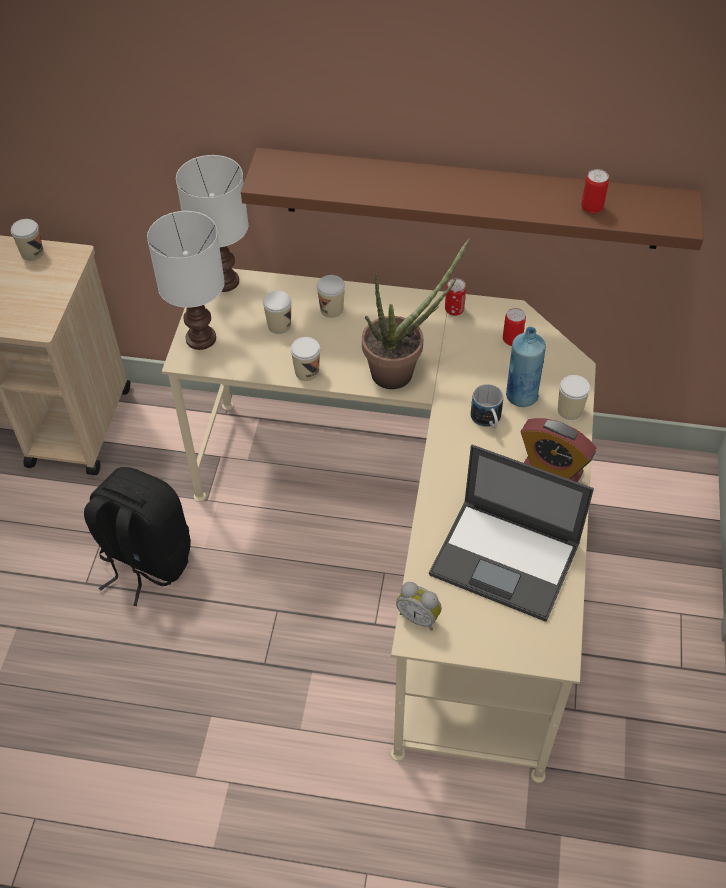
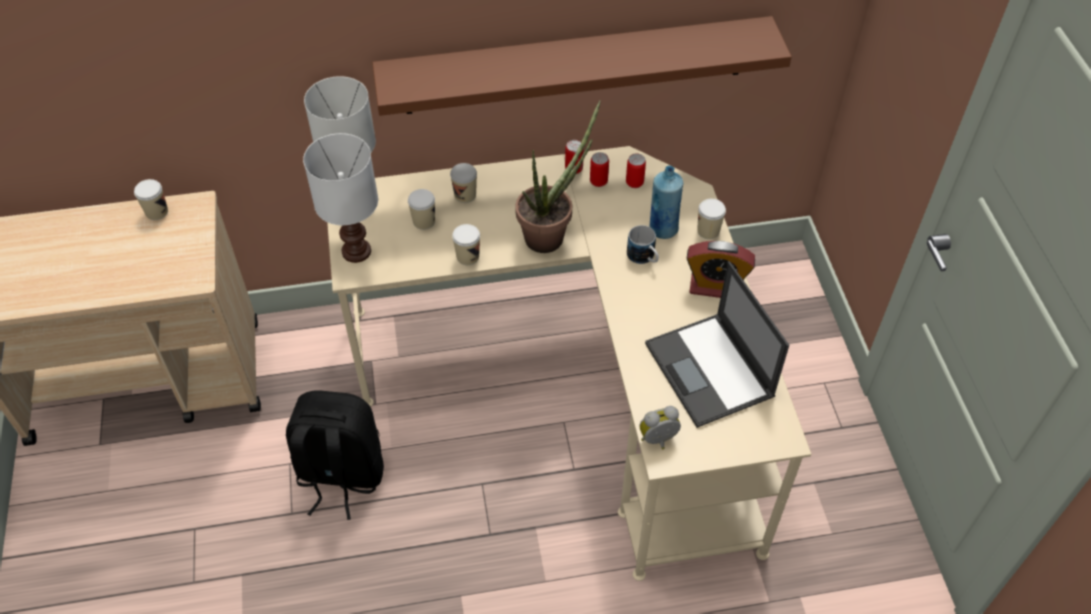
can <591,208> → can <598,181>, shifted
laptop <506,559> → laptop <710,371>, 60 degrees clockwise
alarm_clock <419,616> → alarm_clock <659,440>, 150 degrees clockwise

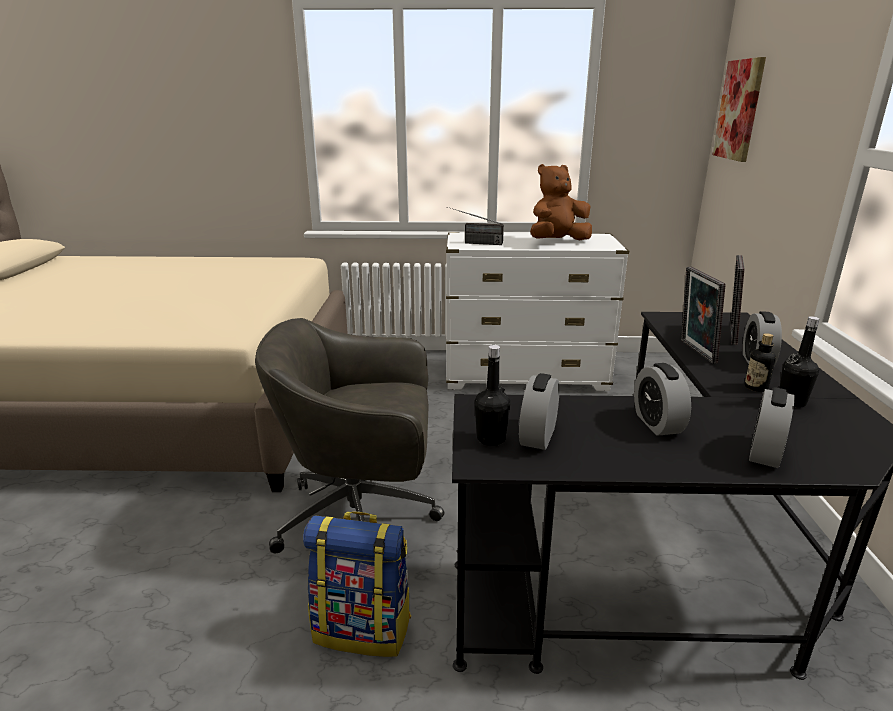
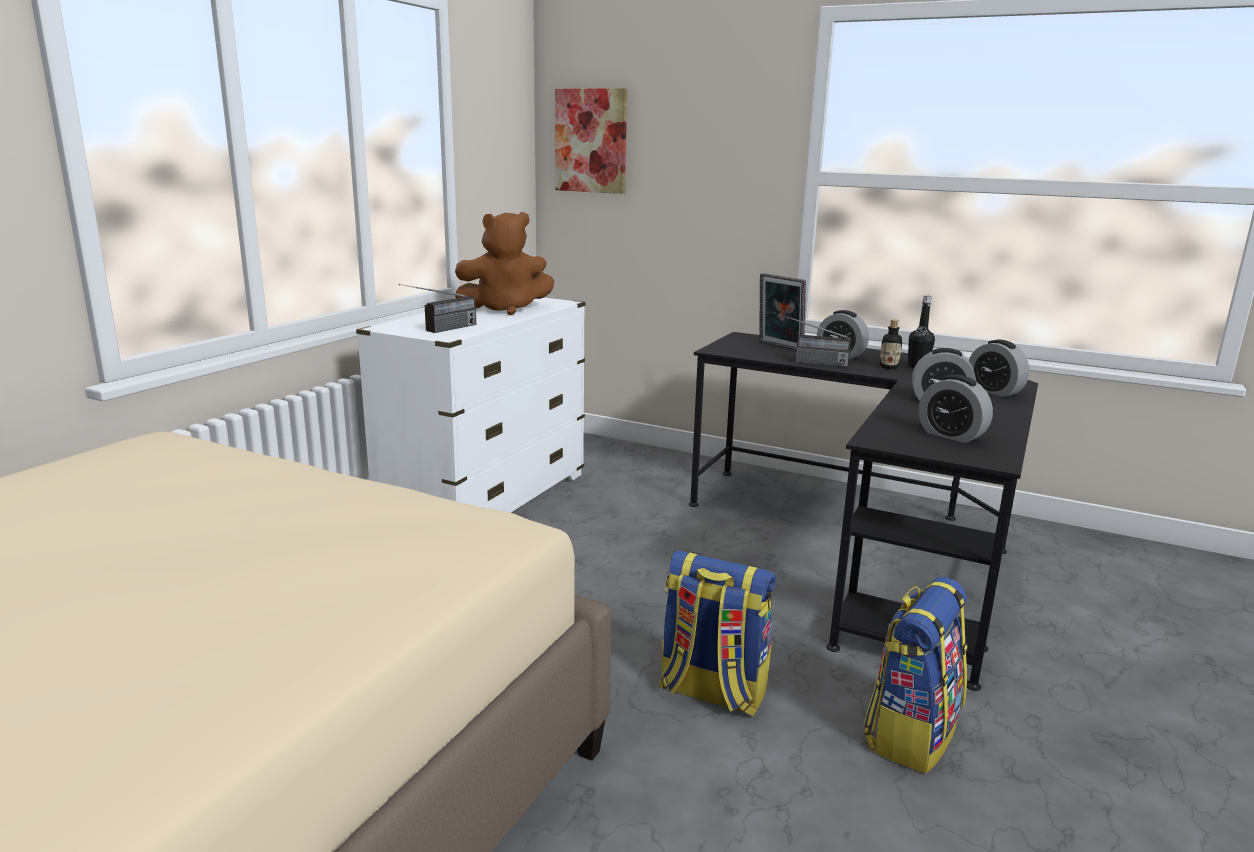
brownish_plush_toy <557,242> → brownish_plush_toy <505,309>, 105 degrees counterclockwise
photo_frame <694,351> → radio <807,362>
greyish_computer_chair <362,518> → knapsack <711,692>
black-coloured_drink_bottle <491,439> → -

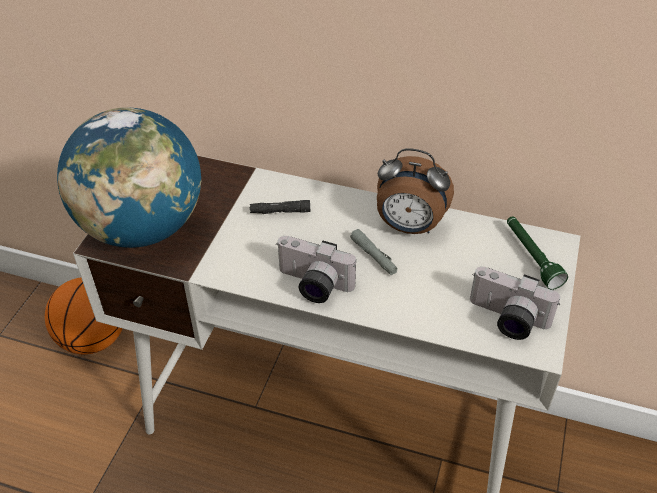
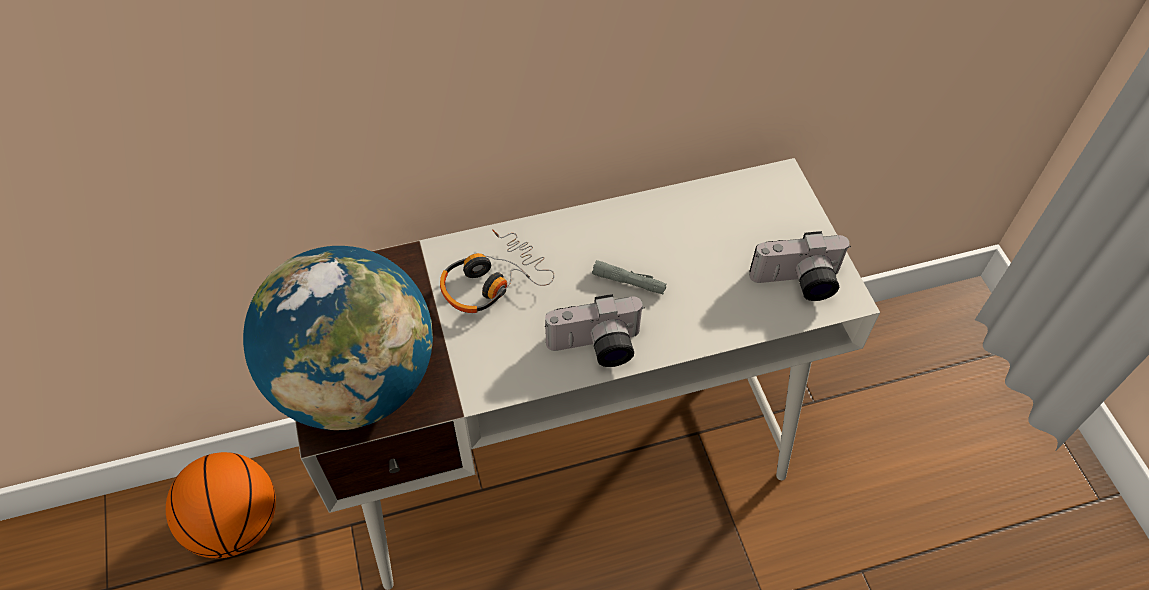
alarm_clock <409,227> → -
black-coloured_hand_torch <280,212> → headset <492,281>
greenish_hand_torch <531,257> → -

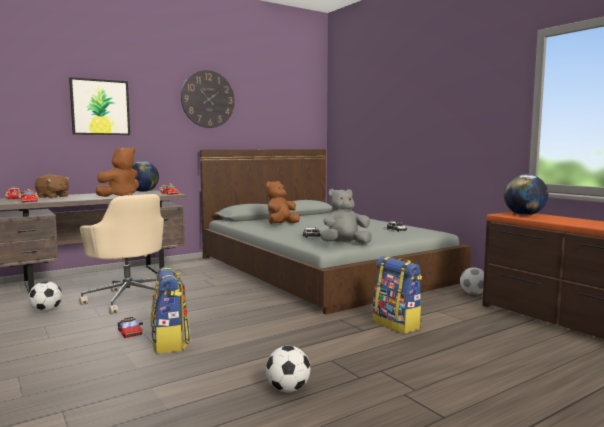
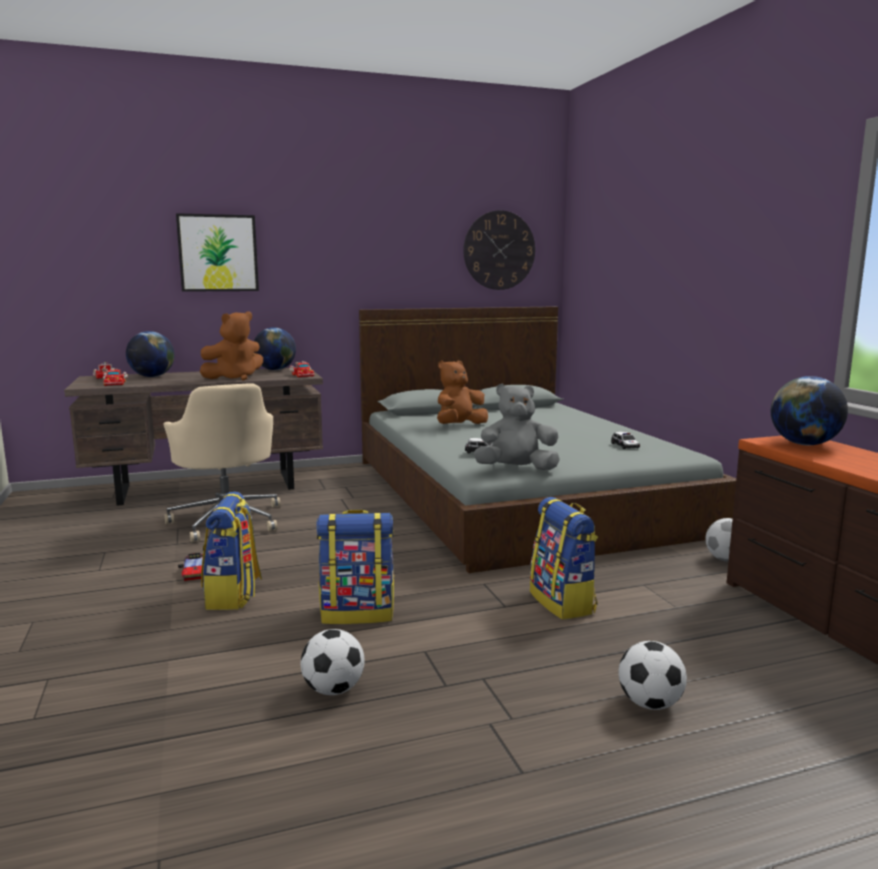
hanging_clock <208,99> → hanging_clock <499,250>, shifted
brownish_plush_toy <53,197> → desk_globe <152,376>
football <46,310> → football <650,703>, shifted
- → knapsack <358,613>

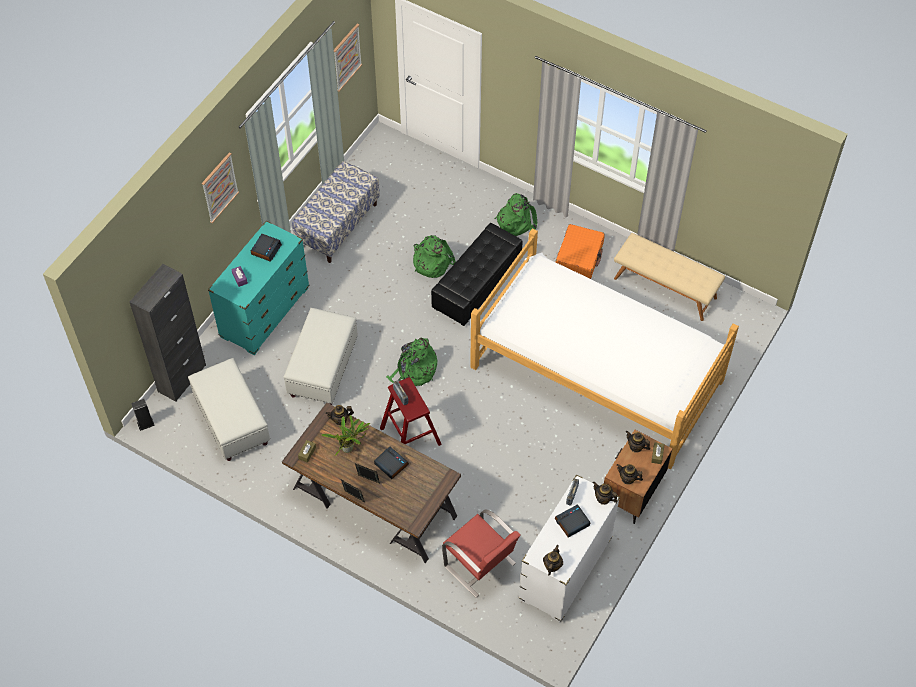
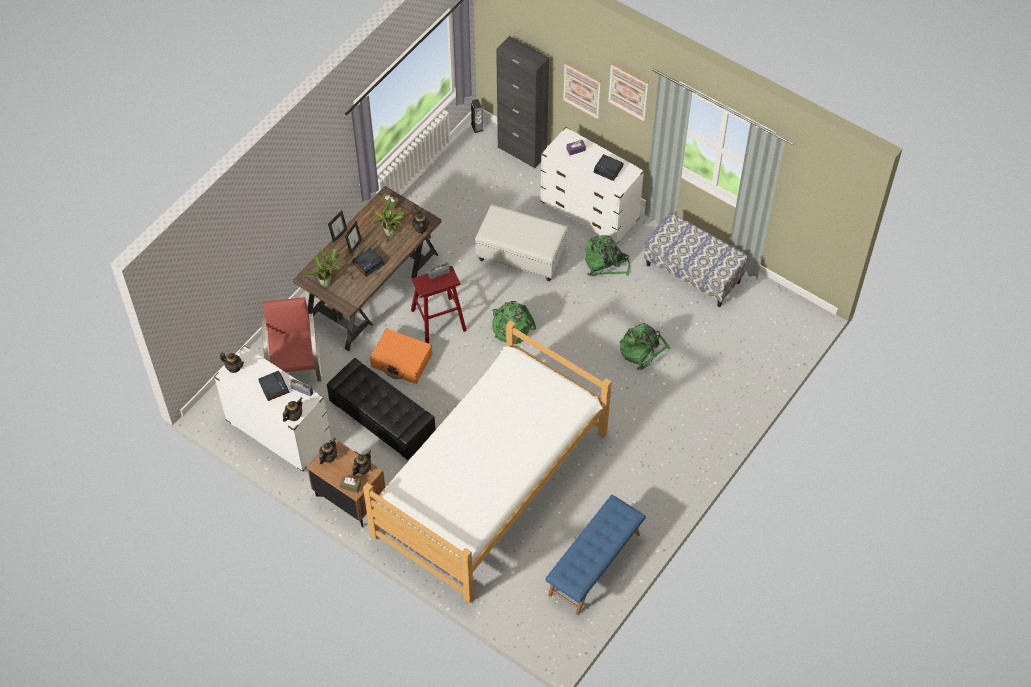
picture <346,57> → picture <582,90>, shifted
greenish_knapsack <516,220> → greenish_knapsack <605,263>, shifted
blue-green_dresser <265,313> → white-coloured_dresser <589,212>
black-coloured_ottoman <476,284> → black-coloured_ottoman <382,418>, shifted
orangey_suitcase <579,256> → orangey_suitcase <402,361>, shifted
sand-coloured_bench <665,287> → bluish_bench <595,565>
white-coloured_ottoman <232,421> → -
red_upright_chair <480,566> → red_upright_chair <295,365>, 120 degrees clockwise
- → houseplant <327,281>

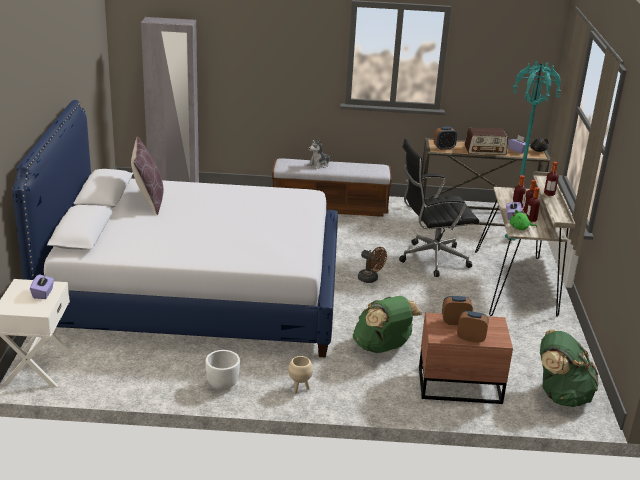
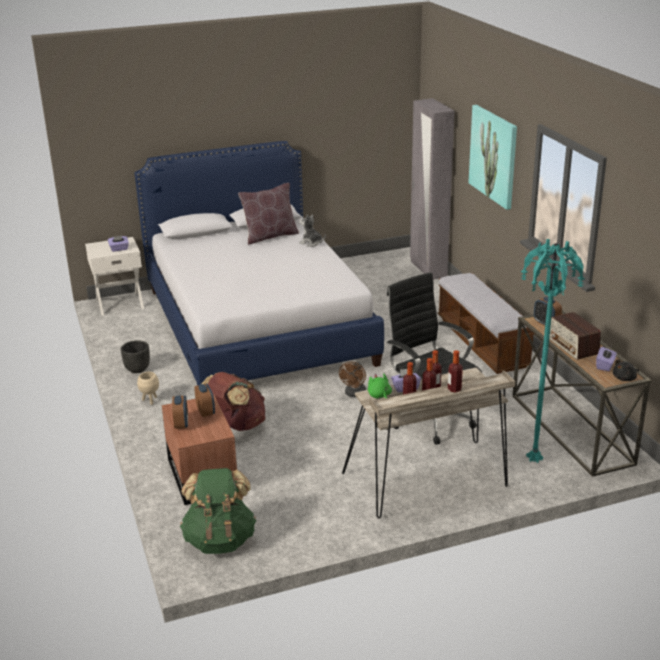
plush_toy <319,165> → plush_toy <311,243>, shifted
greenish_knapsack <382,348> → brownish_knapsack <237,425>
white-coloured_plant_pot <222,384> → black-coloured_plant_pot <137,369>
- → picture <494,156>

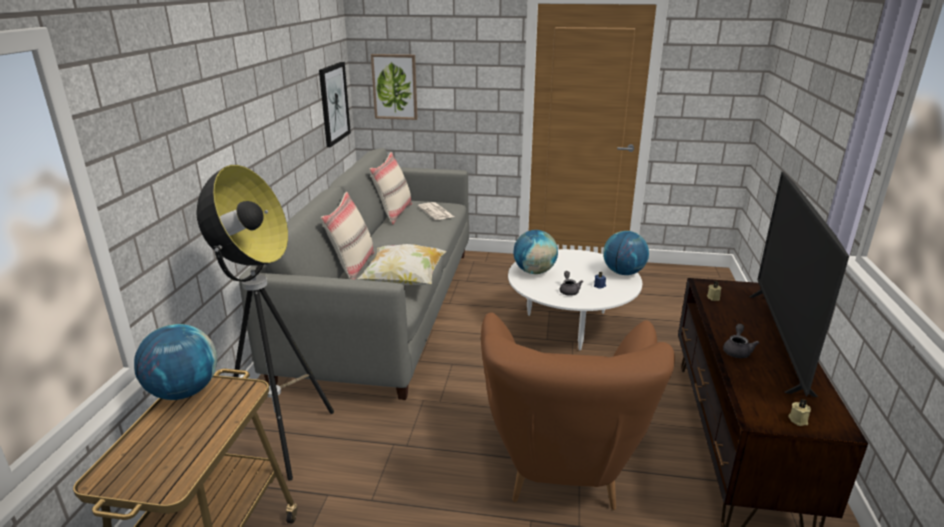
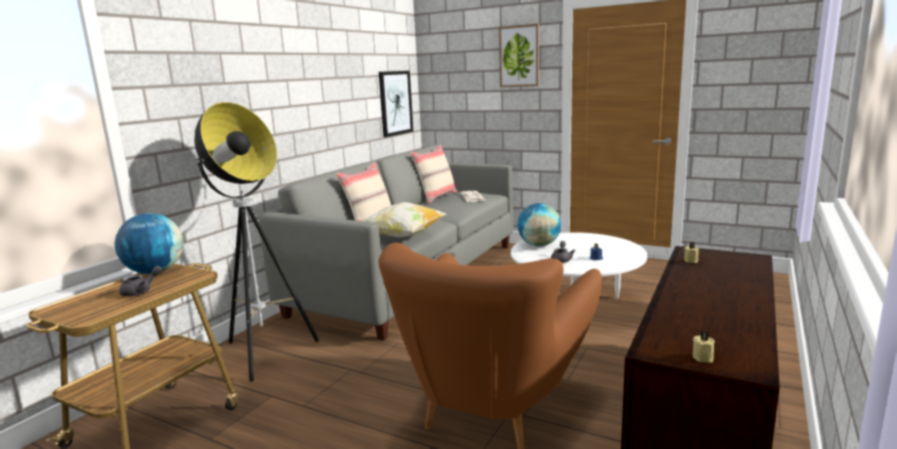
picture <395,87> → picture <519,56>, shifted
TV <779,340> → -
desk_globe <623,273> → -
greyish_tea_pot <737,350> → greyish_tea_pot <141,291>, shifted

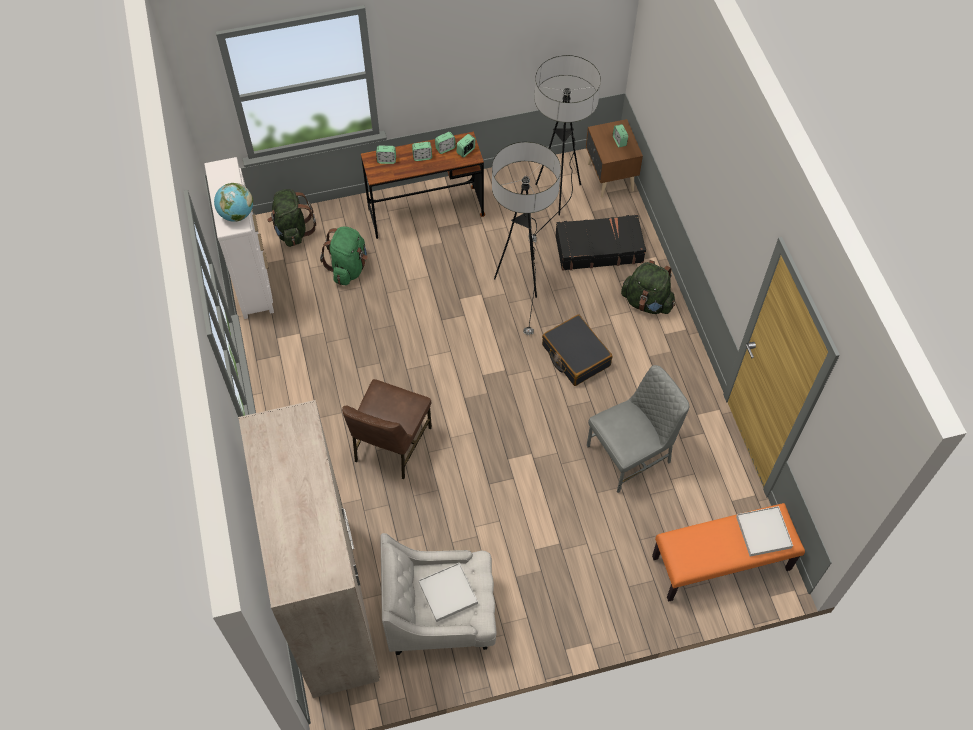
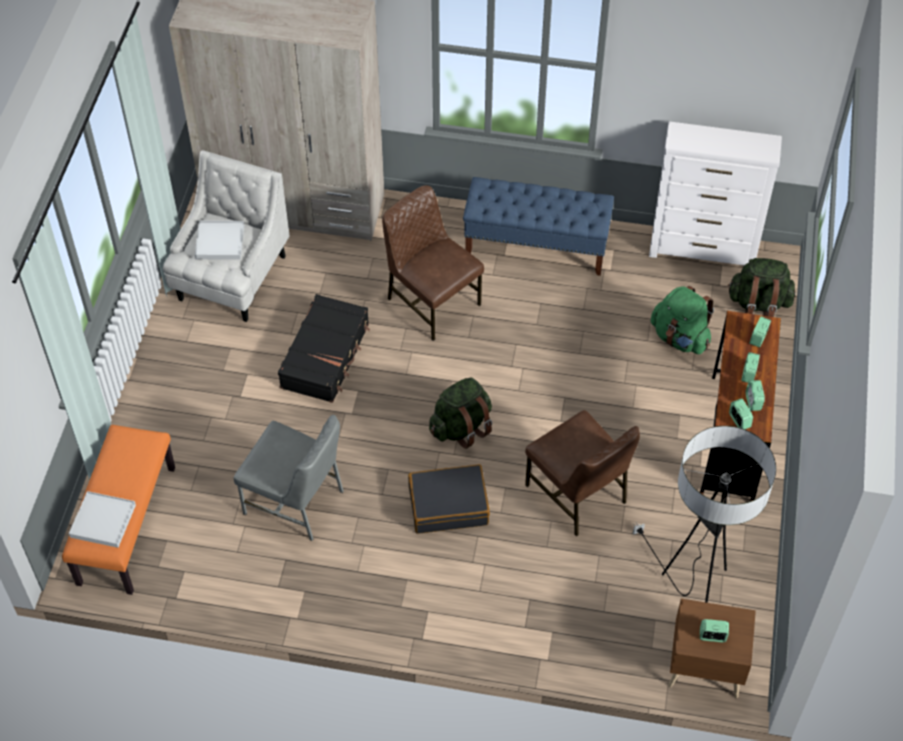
floor_lamp <521,283> → brownish_upright_chair <577,494>
desk_globe <237,214> → -
black-coloured_suitcase <598,248> → black-coloured_suitcase <326,356>, shifted
greenish_knapsack <647,302> → greenish_knapsack <461,427>, shifted
greyish_upright_chair <630,454> → greyish_upright_chair <296,502>, 60 degrees counterclockwise
- → bluish_bench <536,247>

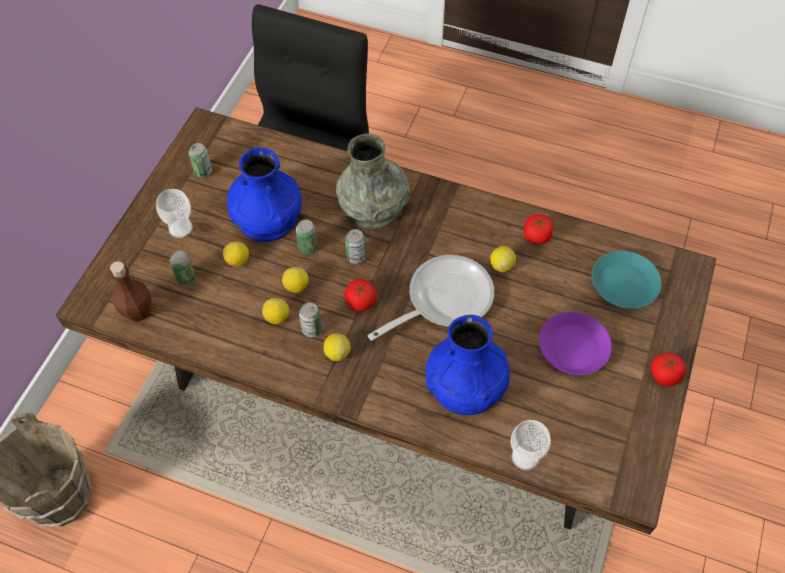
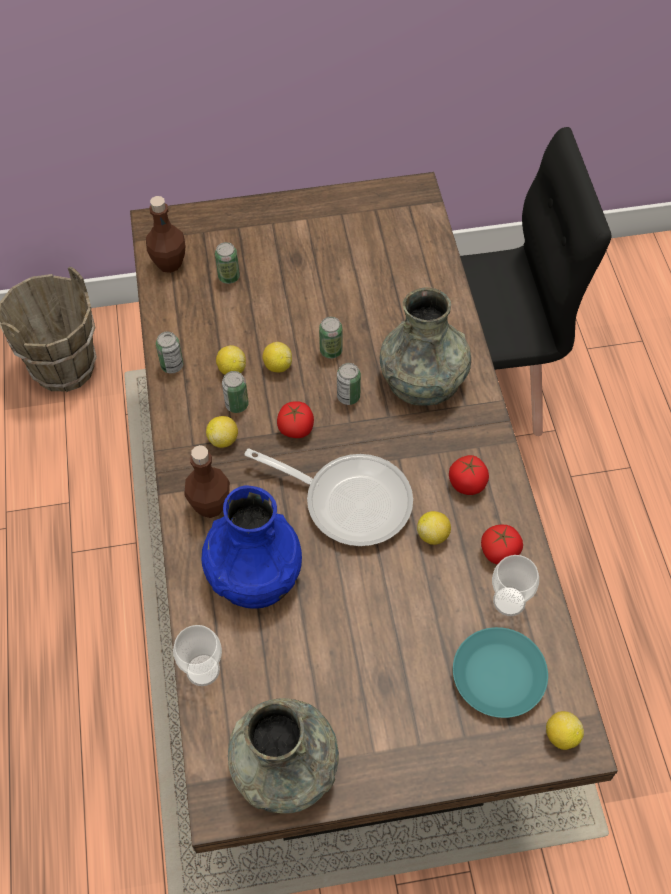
can <203,171> → can <172,365>, shifted
bluish_decorative_vase <267,218> → -
small_cup <180,228> → small_cup <509,601>, shifted
whole_lemon <237,261> → whole_lemon <561,736>, shifted
purplish_dinner_plate <573,348> → -
whole_tomato <664,375> → whole_tomato <467,483>, shifted
- → brownish_drink_bottle <210,505>
- → greyish_decorative_vase <284,767>

